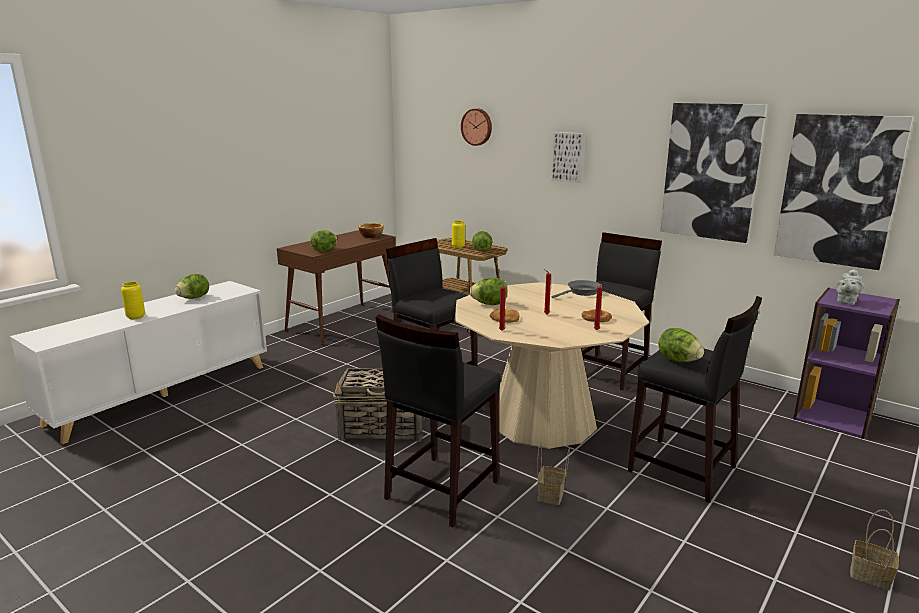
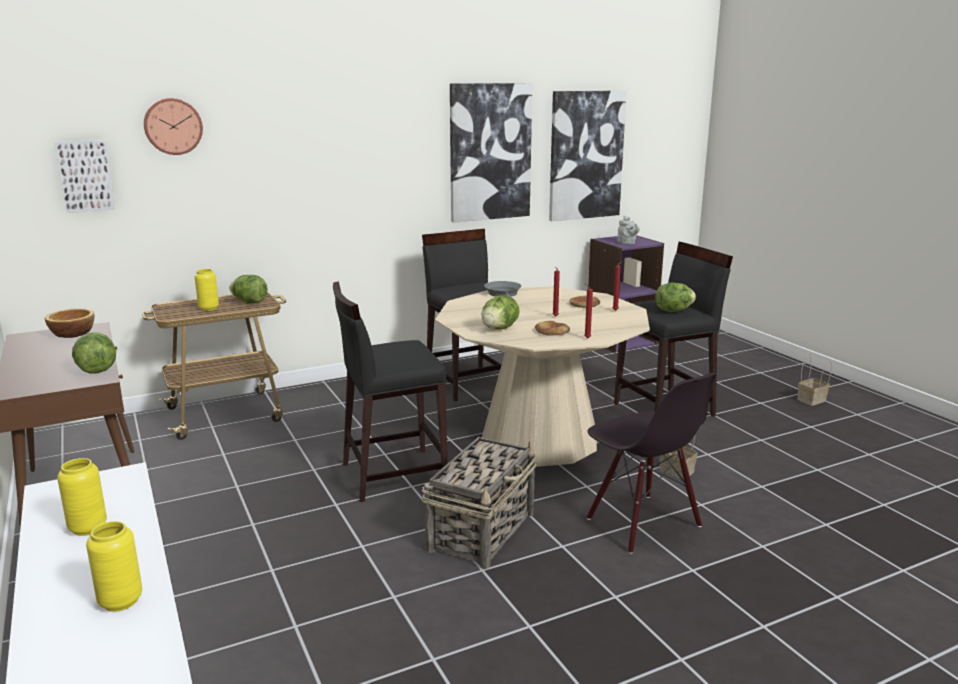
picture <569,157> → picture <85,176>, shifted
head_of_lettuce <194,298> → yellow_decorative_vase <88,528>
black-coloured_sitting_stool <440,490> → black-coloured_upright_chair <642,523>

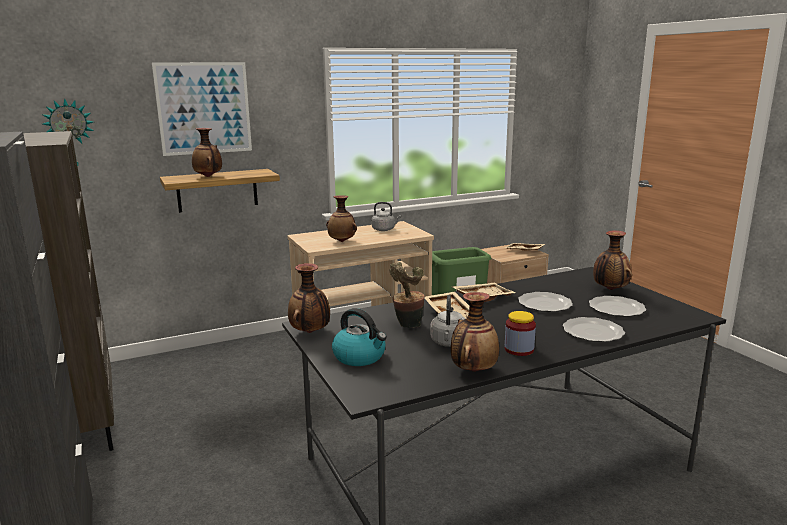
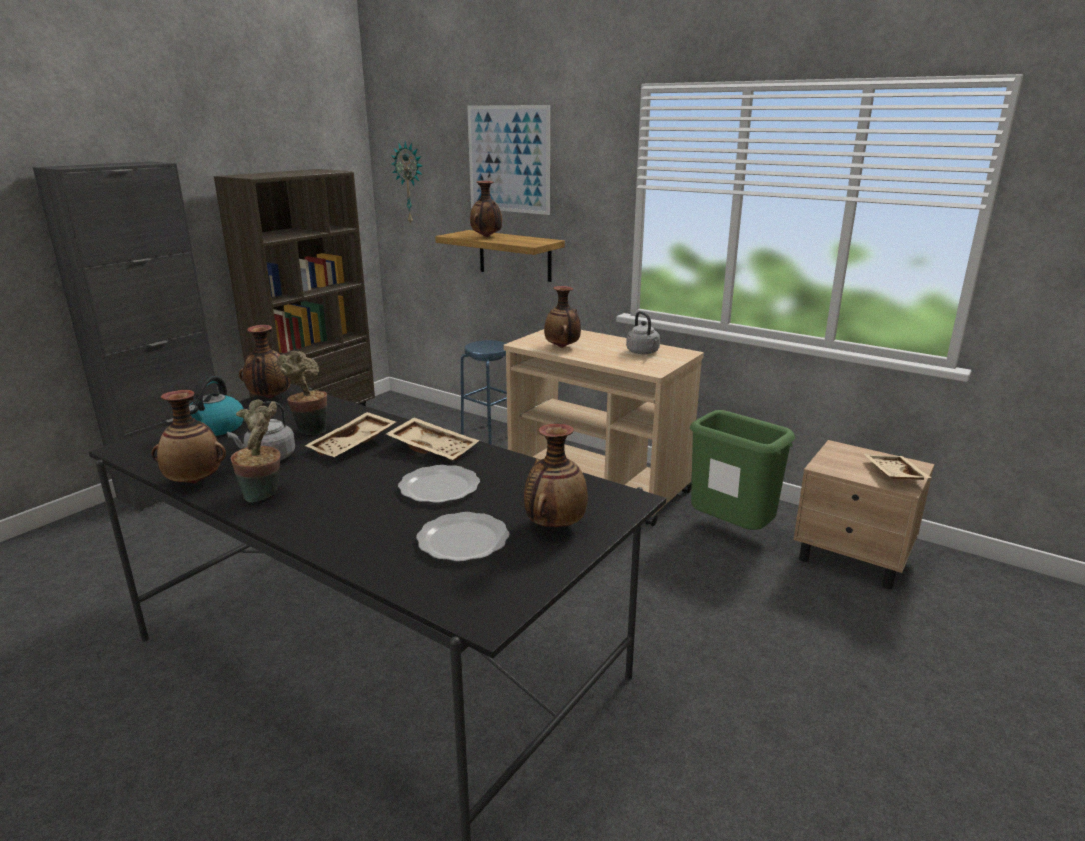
preserve_jar <519,349> → houseplant <264,495>
dinner_plate <593,332> → -
- → bluish_sitting_stool <489,435>

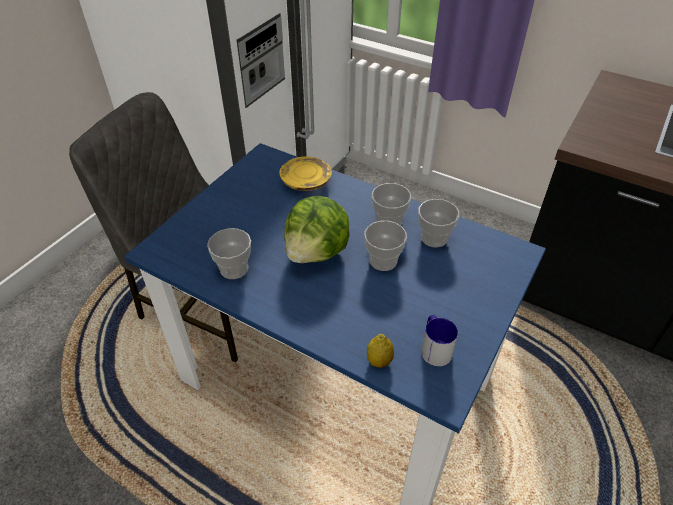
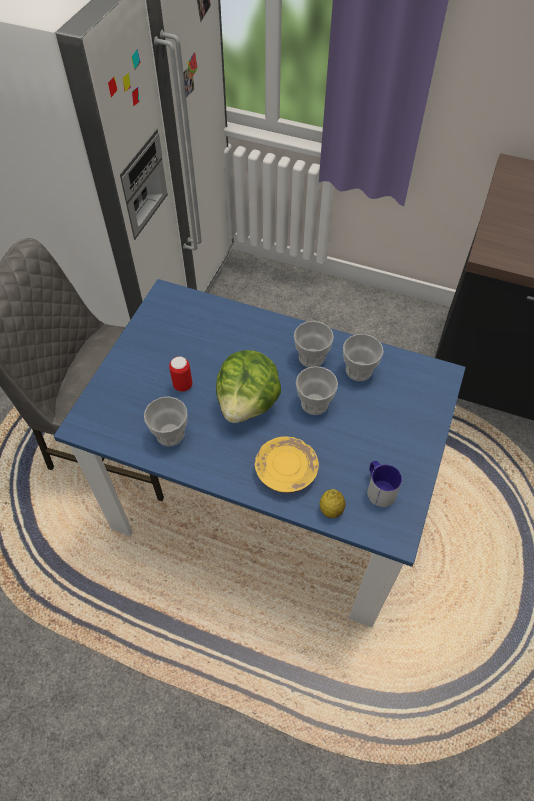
yellow_dinner_plate <305,181> → yellow_dinner_plate <286,470>, shifted
- → can <183,385>

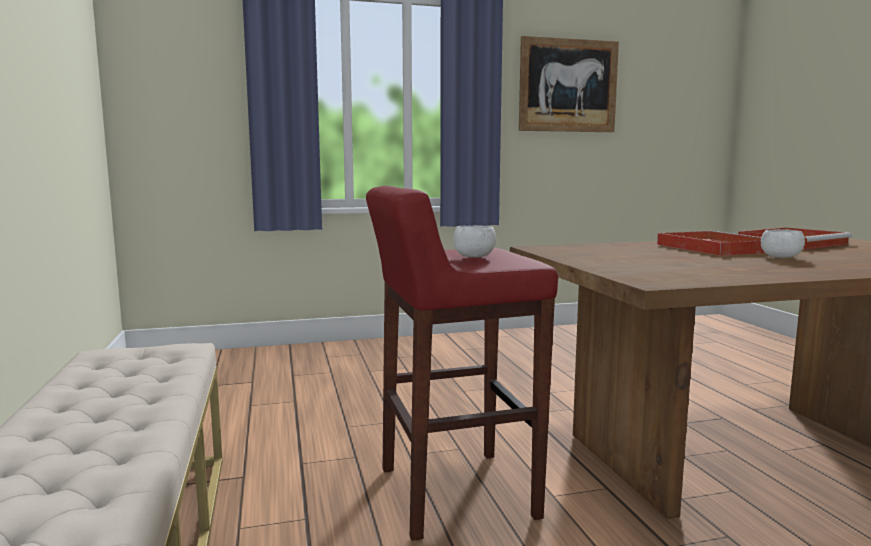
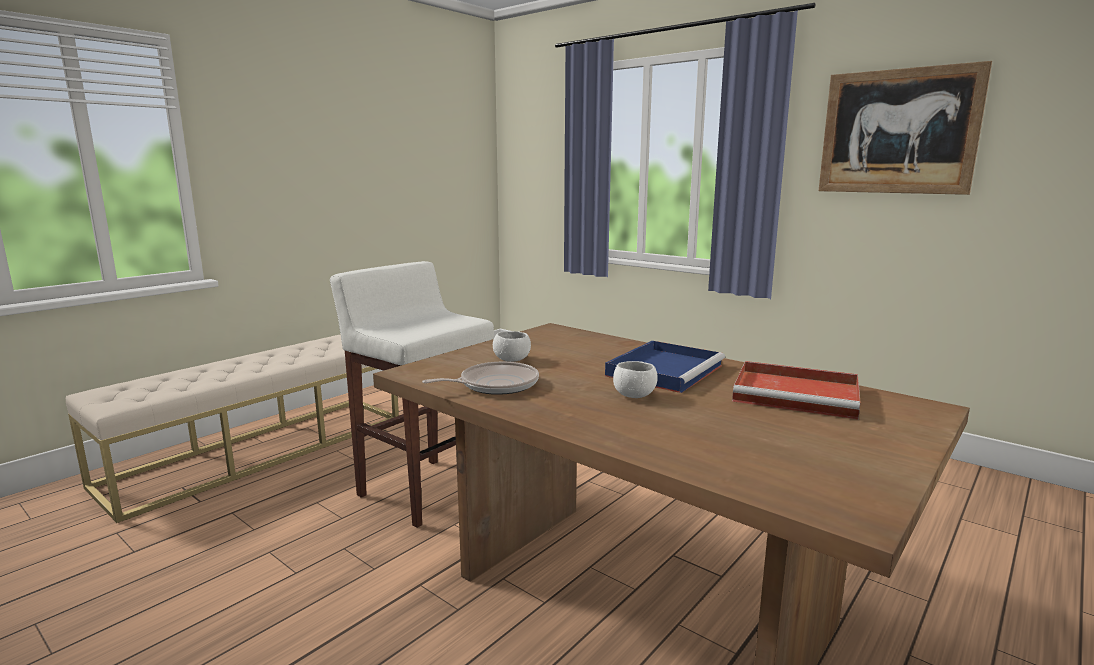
red_sitting_stool <453,493> → white-coloured_sitting_stool <424,490>
white-coloured_deep_dish <474,257> → white-coloured_deep_dish <512,360>, shifted
red_tray <712,248> → bluish_tray <665,370>
- → pan <495,385>

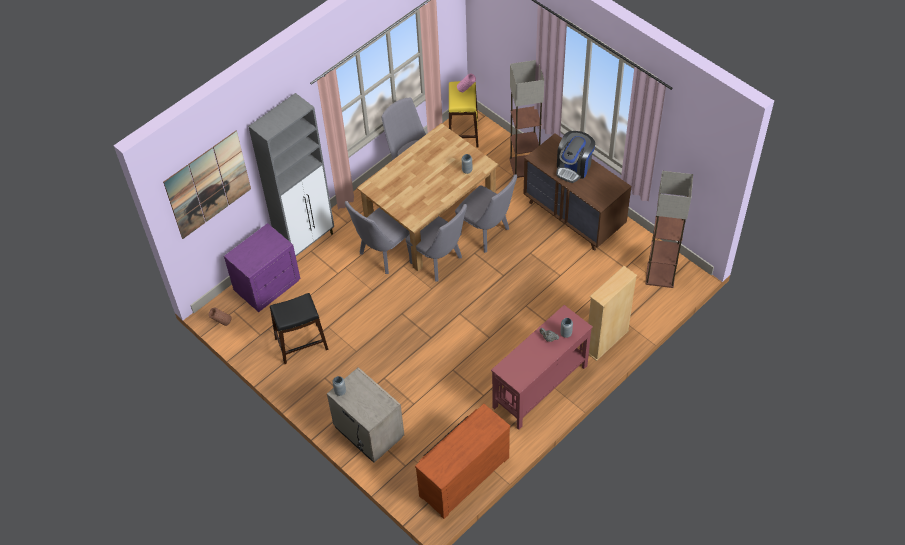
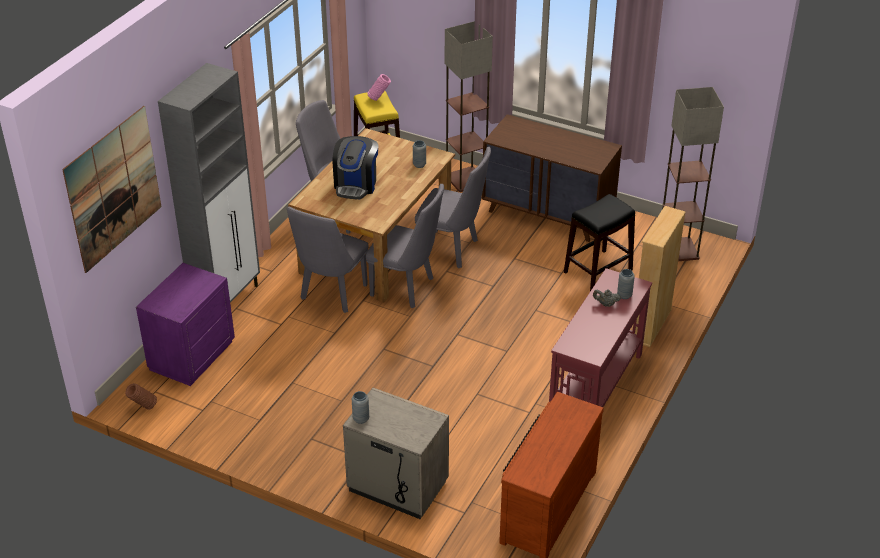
coffee_machine <574,167> → coffee_machine <356,185>, shifted
black-coloured_sitting_stool <301,343> → black-coloured_sitting_stool <597,271>, shifted

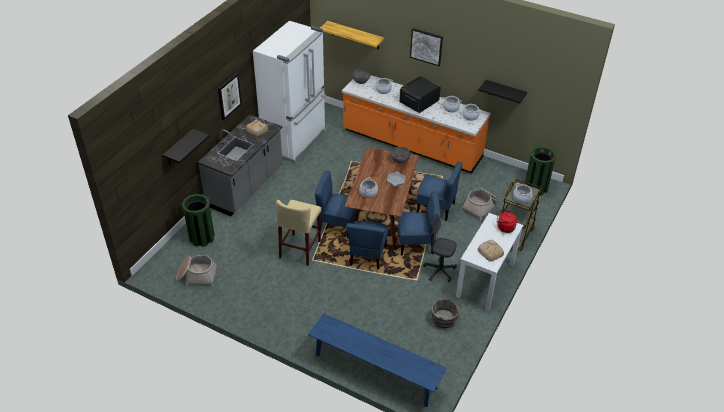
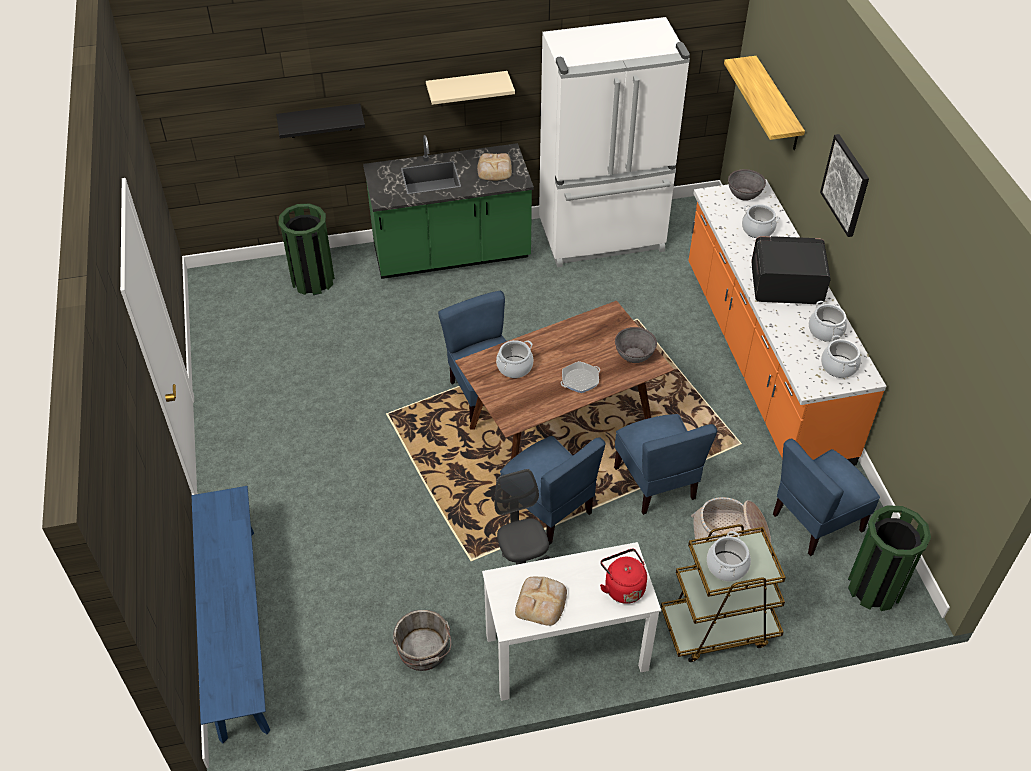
picture <229,96> → sand-coloured_bracket_shelf <467,88>
black-coloured_bracket_shelf <505,92> → -
greyish_counter <246,187> → greenish_counter <451,255>
sand-coloured_sitting_stool <300,249> → -
bluish_upright_chair <367,255> → bluish_upright_chair <816,522>, shifted
storage_basket <197,275> → -

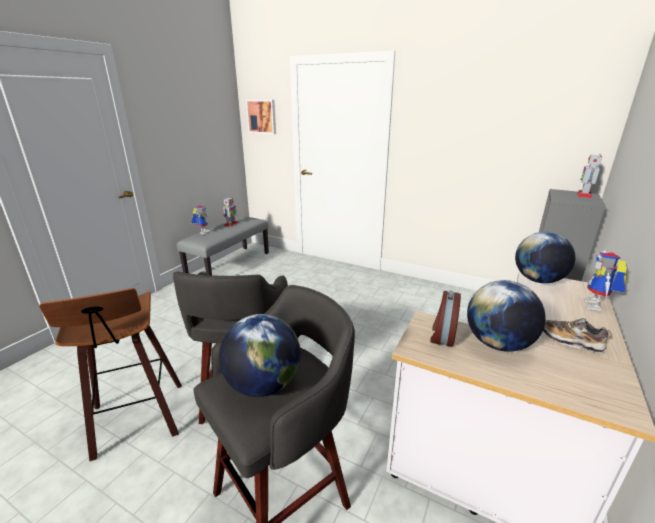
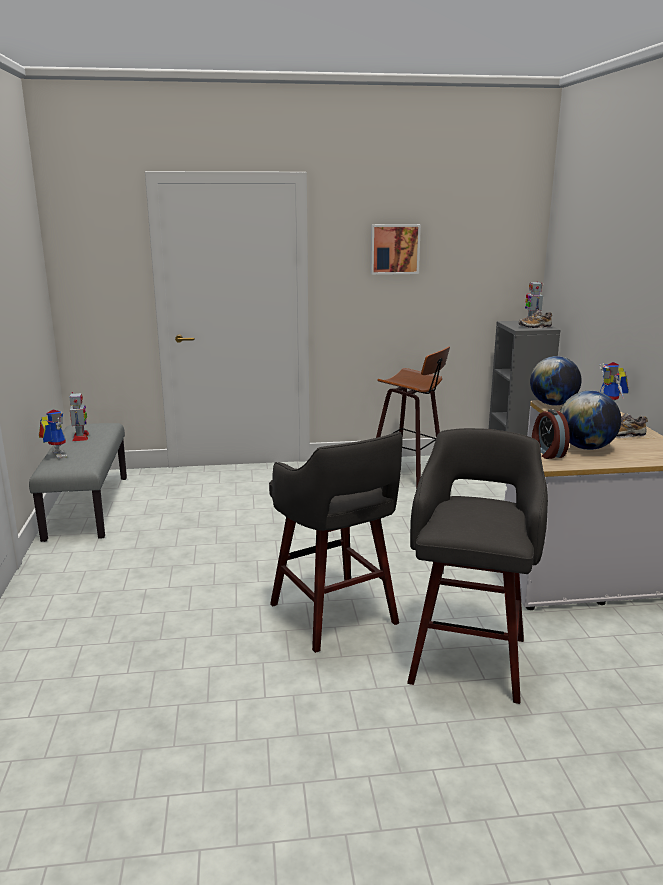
picture <262,116> → picture <394,249>, shifted
sitting_stool <138,421> → sitting_stool <409,474>, shifted
desk_globe <263,385> → -
- → shoe <535,327>

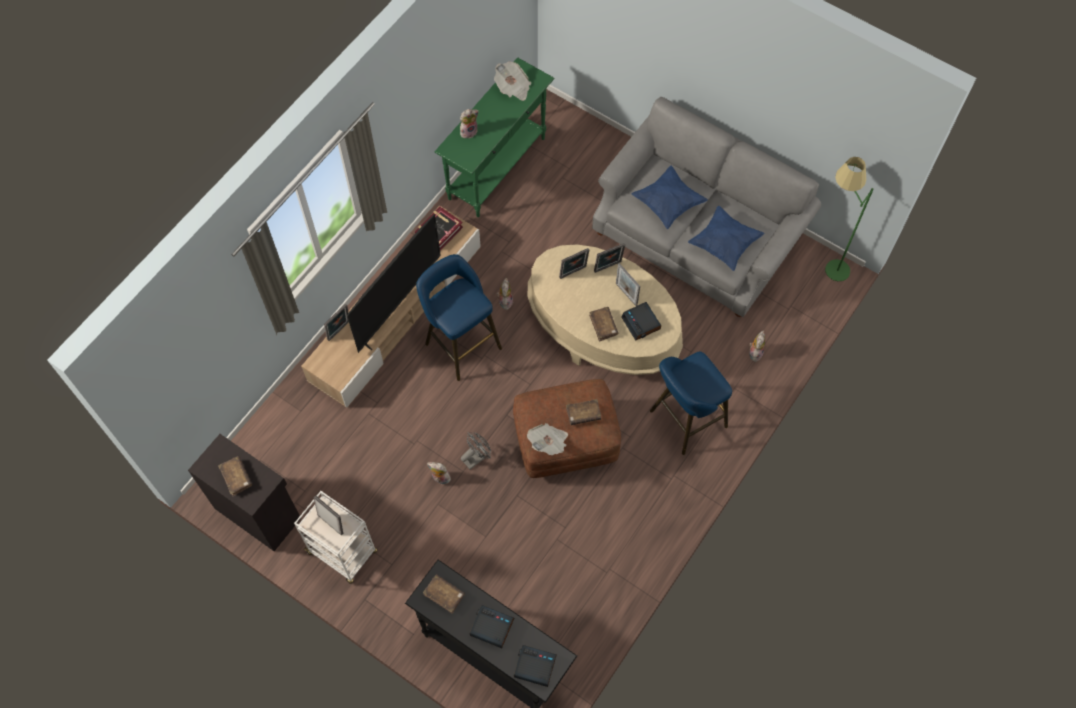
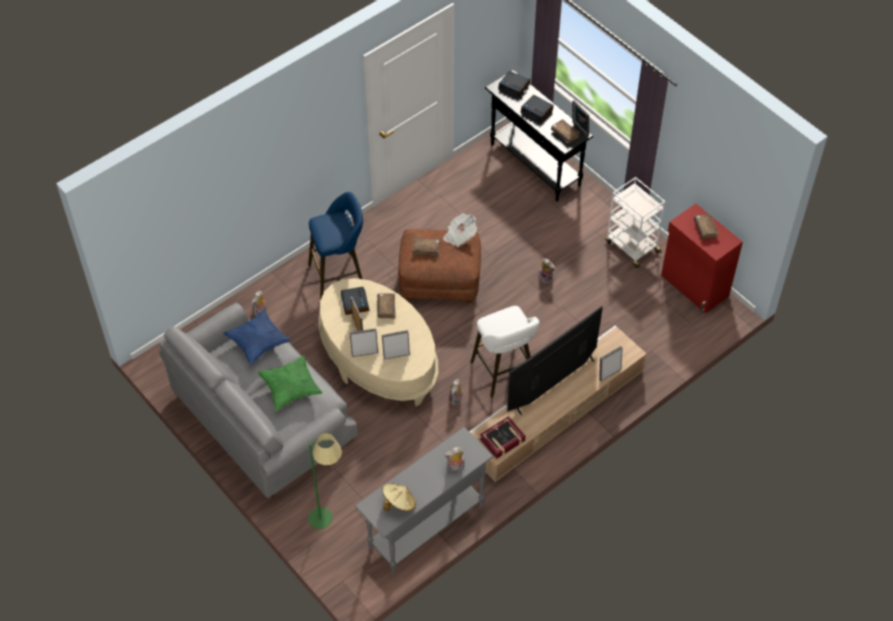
greenish_console_table <497,168> → greyish_console_table <426,527>
newspaper <513,88> → sand-coloured_wearable_hat <399,503>
greenish_floor_lamp <826,267> → greenish_floor_lamp <329,523>, shifted
bluish_cushion <668,204> → greenish_cushion <291,389>
bluish_sitting_stool <460,343> → white-coloured_sitting_stool <504,374>
greyish_fan <476,457> → -
black-coloured_storage_cabinet <258,512> → red_storage_cabinet <694,286>
photo_frame <332,522> → photo_frame <579,129>, shifted

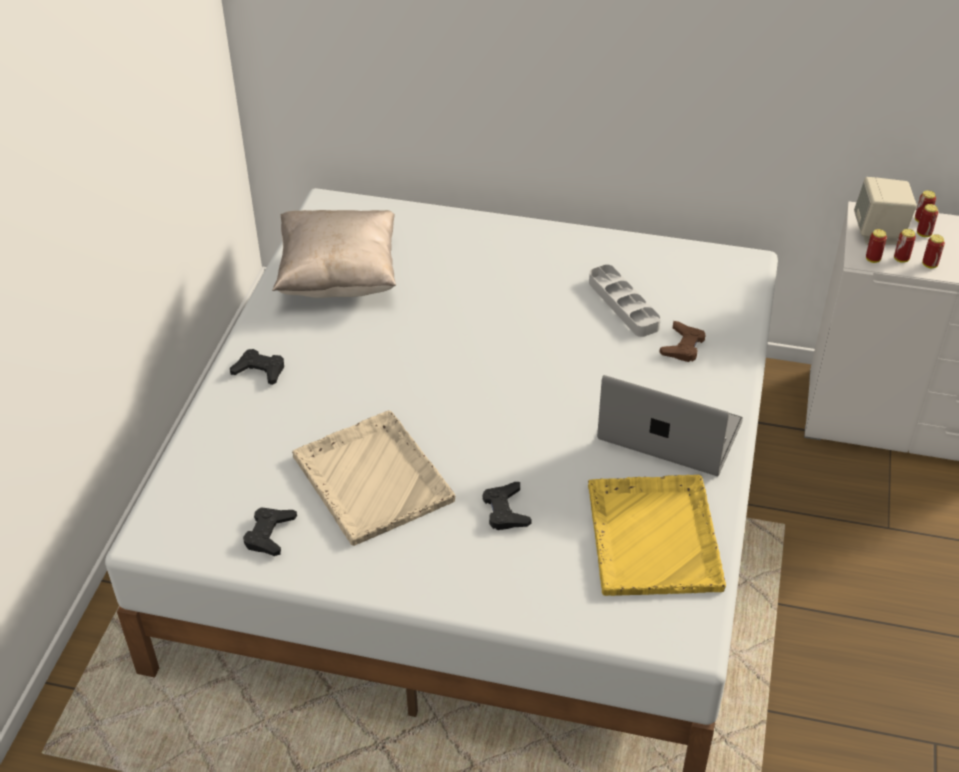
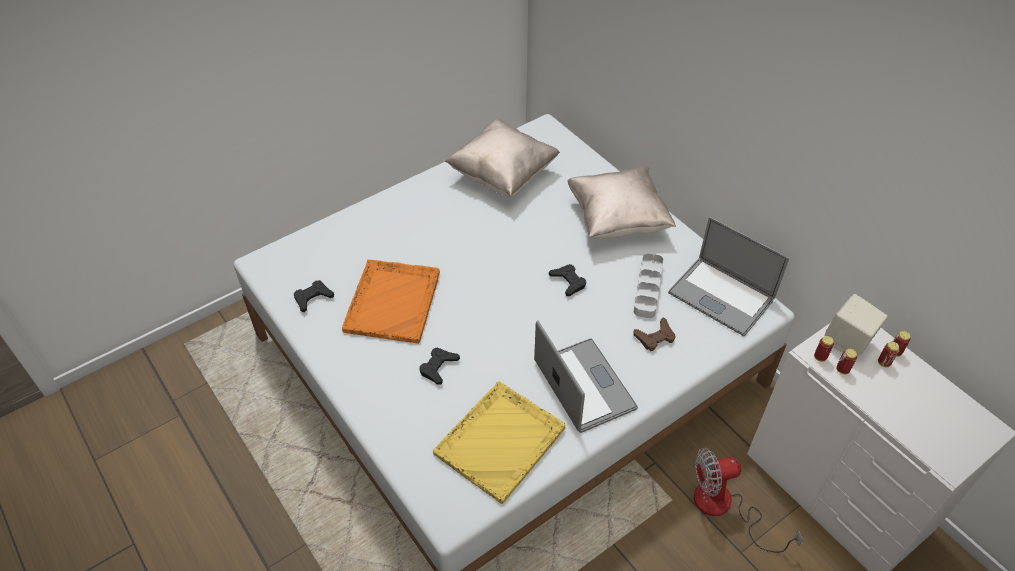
can <929,265> → -
black-coloured_game_controller <259,370> → black-coloured_game_controller <568,282>, shifted
sand-coloured_tray <372,478> → orangey_tray <393,301>
- → sand-coloured_cushion <617,220>
- → laptop <721,296>
- → fan <724,508>

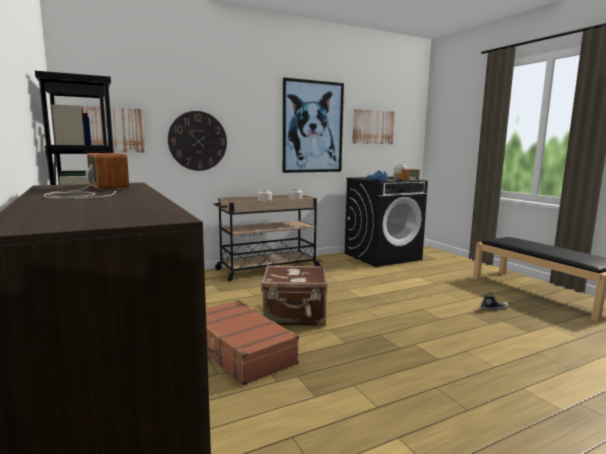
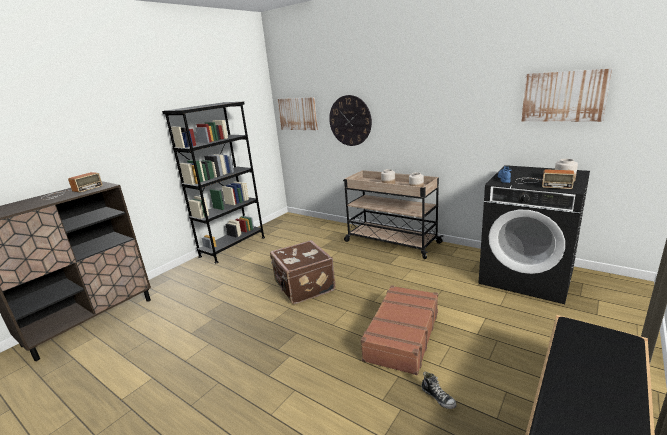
picture <313,127> → -
brownish_suitcase <240,351> → brownish_suitcase <401,335>, shifted

